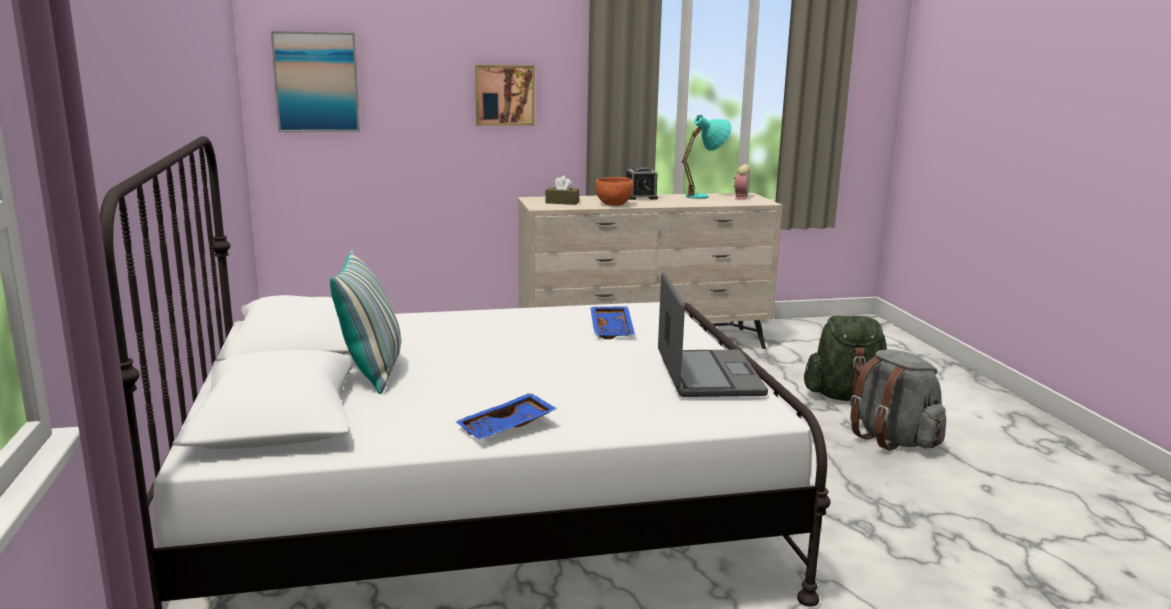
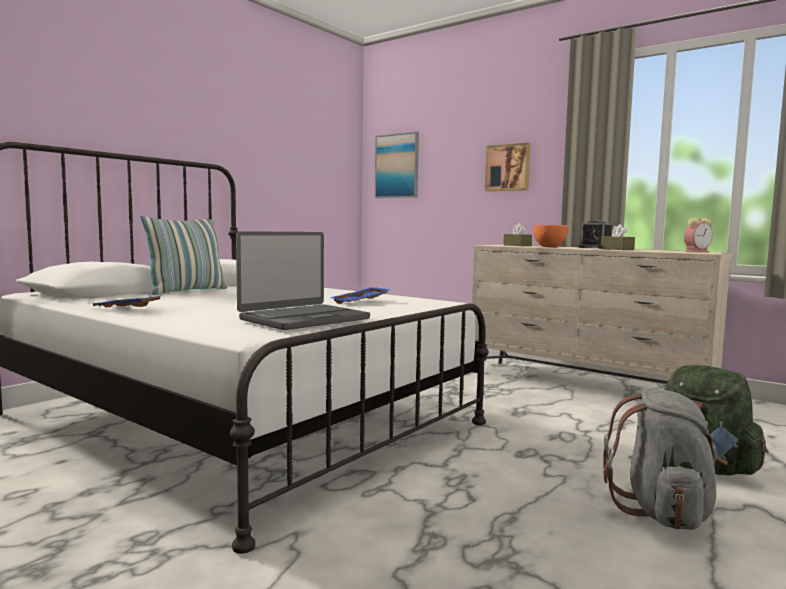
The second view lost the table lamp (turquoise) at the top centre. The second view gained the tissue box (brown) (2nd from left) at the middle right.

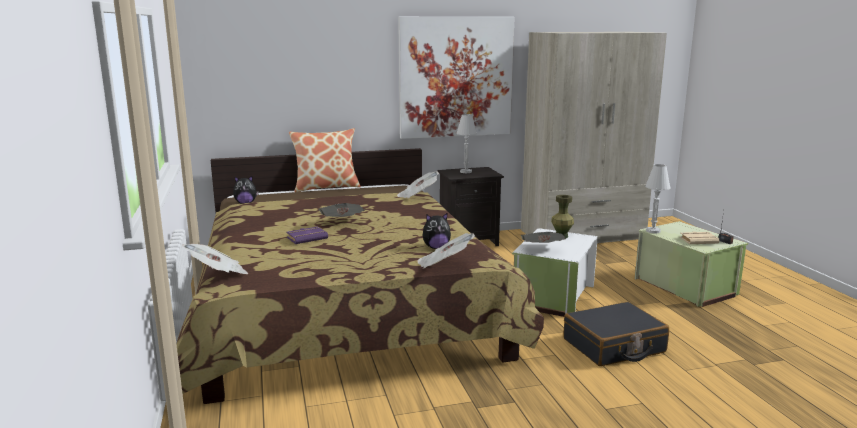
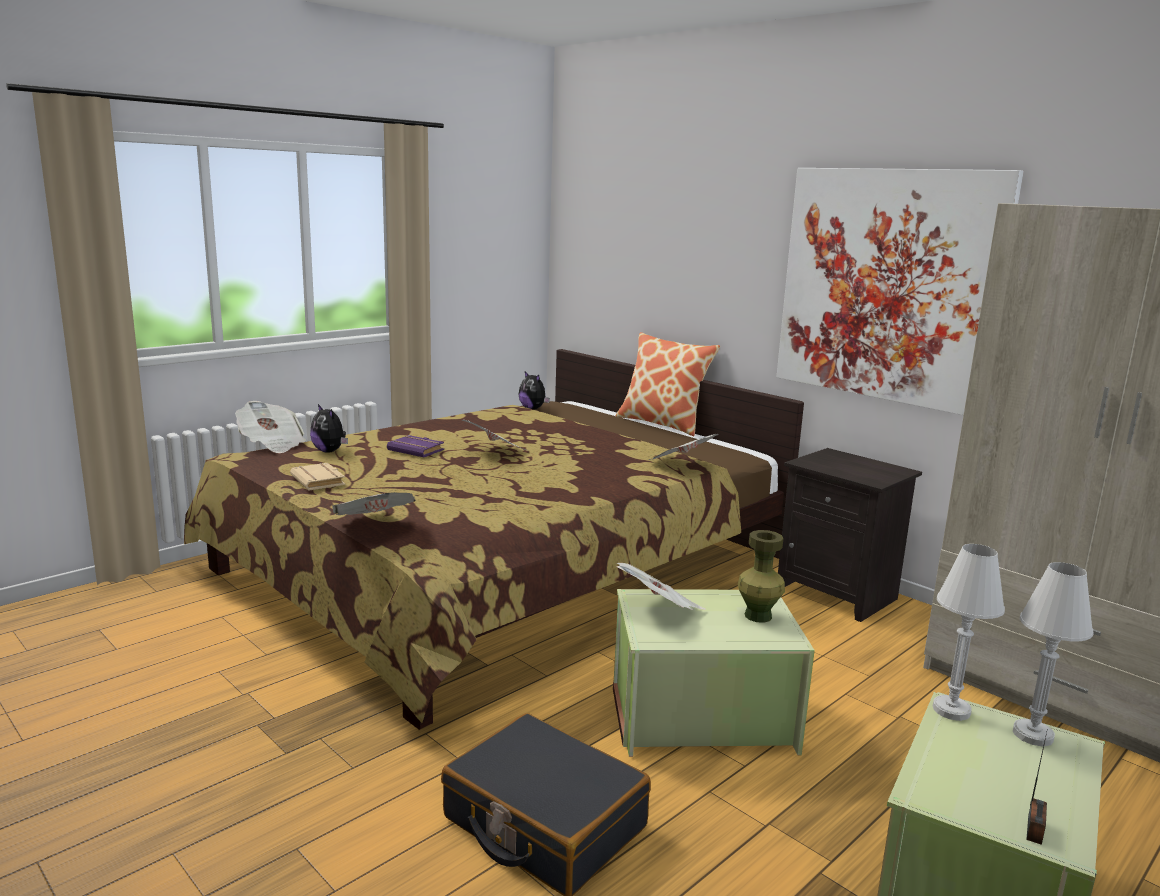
The plush toy (2nd from left in the first image) ended up elsewhere, having gone from the centre to the middle left. The table lamp (white) (1st from left in the first image) ended up elsewhere, having gone from the centre to the bottom right. The book (beige) ended up elsewhere, having gone from the middle right to the middle left. What was the storage box (white) at the centre turned into the storage box (green) (1st from left) at the bottom centre.

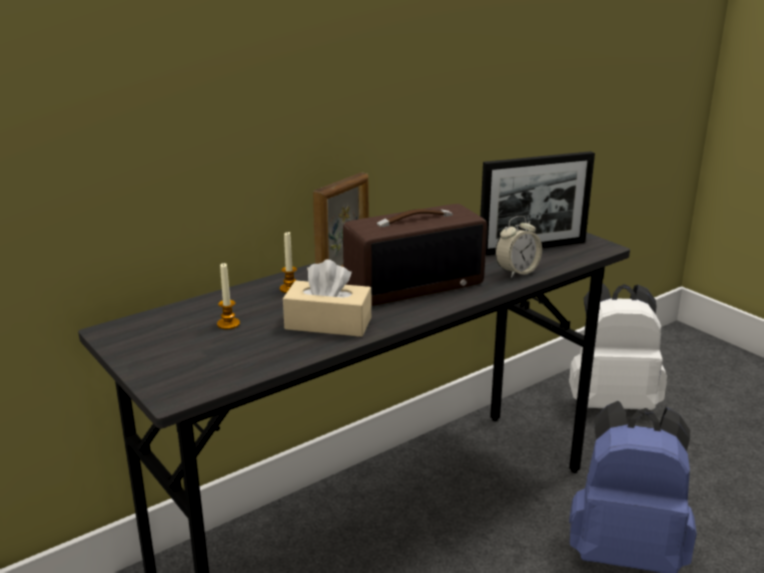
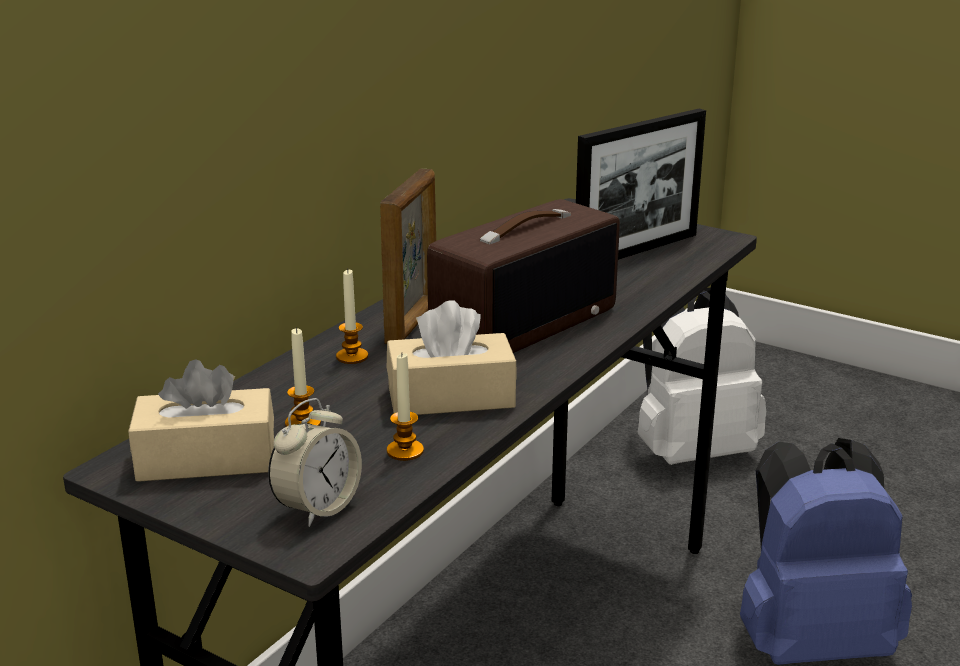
The second view gained the tissue box (beige) (1st from left) at the middle left. The second view gained the candle (3rd from left) at the centre. The alarm clock ended up elsewhere, having gone from the middle right to the bottom left.

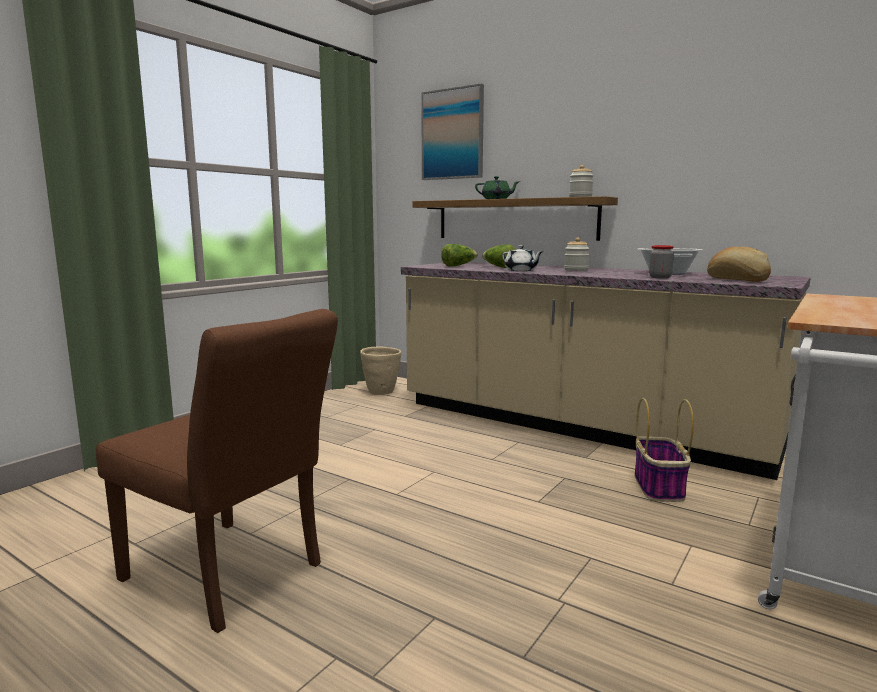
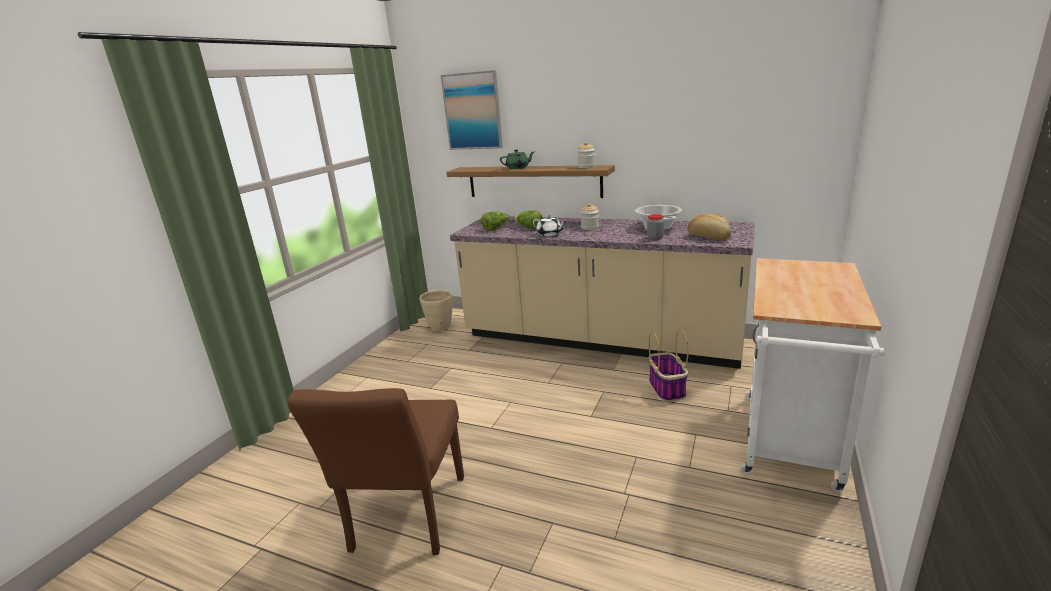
The chair (brown) at the bottom left ended up facing another way, 75 degrees clockwise from before.

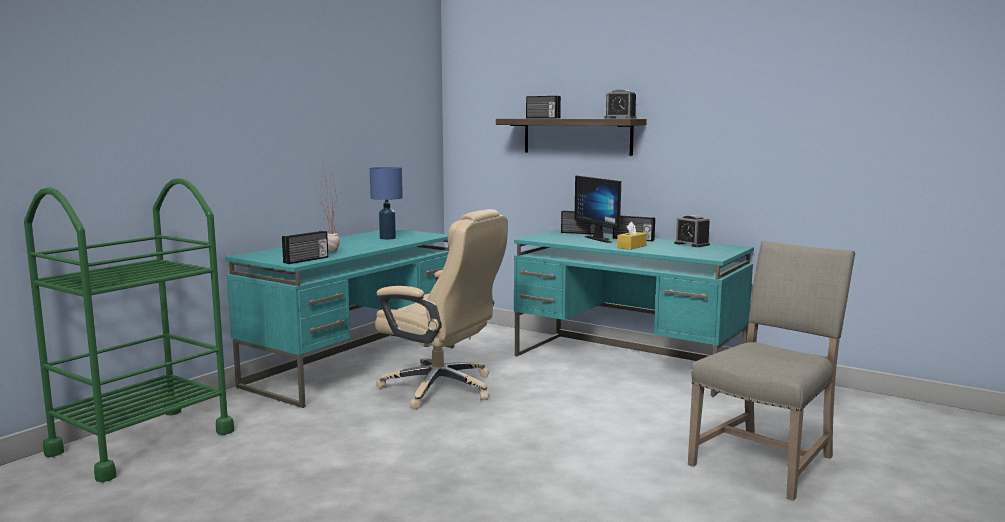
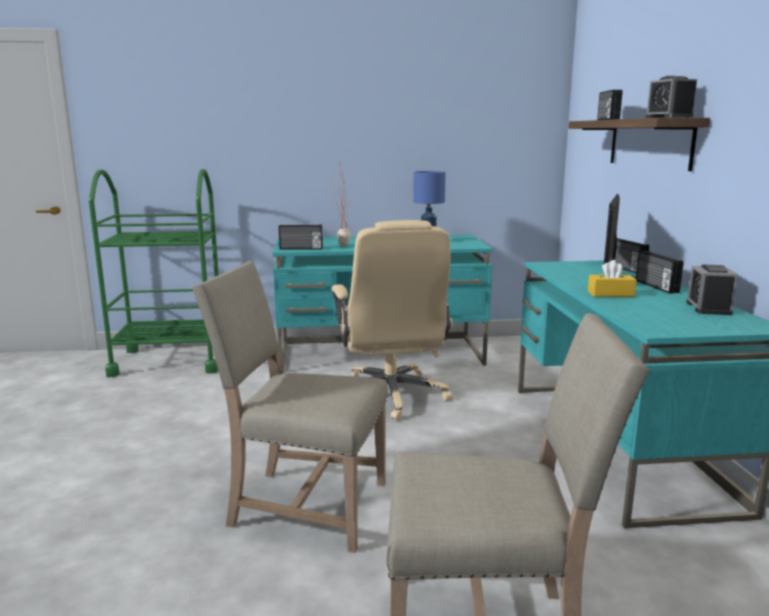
The second view gained the chair (beige) (1st from left) at the centre.

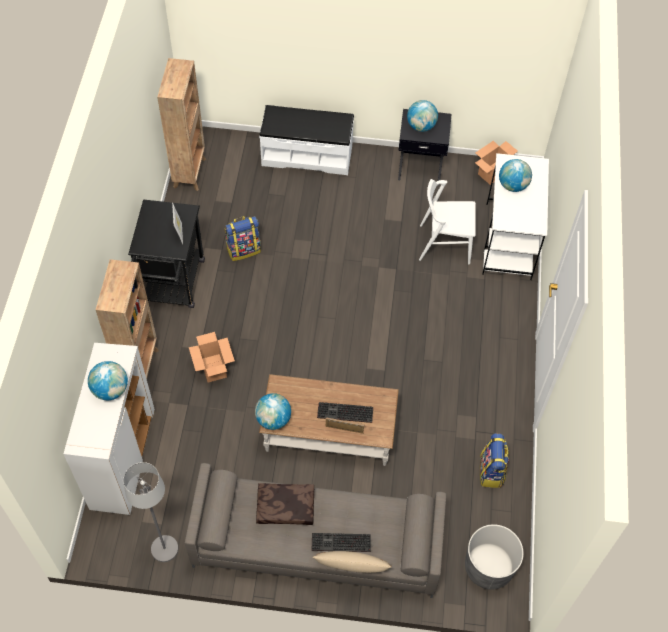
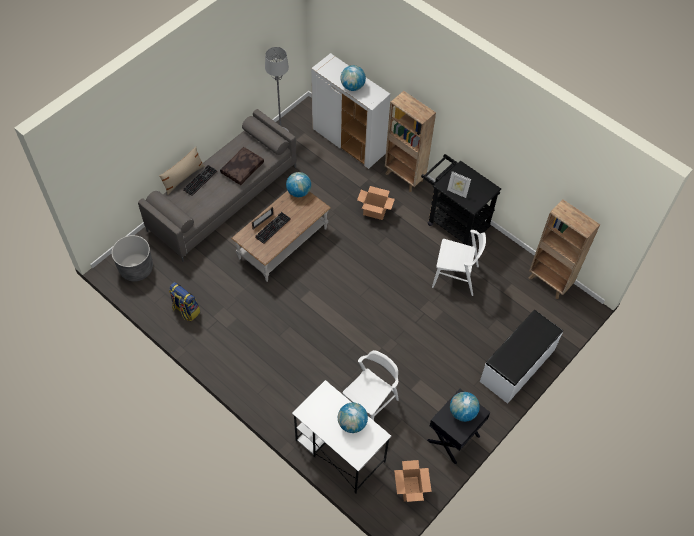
Where the backpack (1st from left) stood at the centre, the chair (white) (2nd from left) came to stand at the centre.

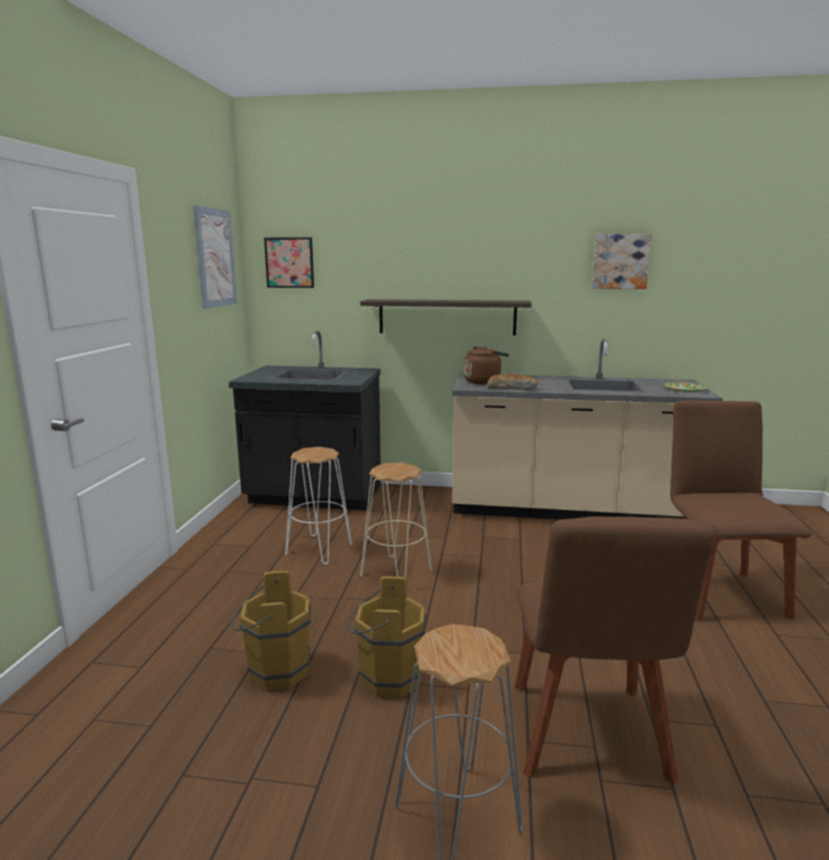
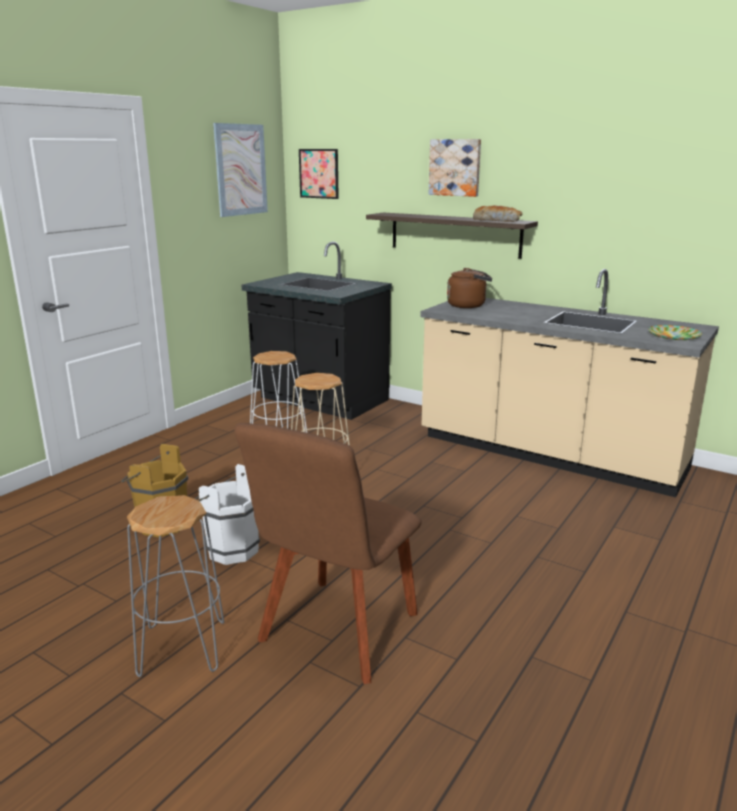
The second view lost the chair (brown) (2nd from left) at the middle right. The bread ended up elsewhere, having gone from the centre to the top right. The picture (3rd from left) ended up elsewhere, having gone from the top right to the top centre. What was the bucket (brown) (2nd from left) at the bottom centre turned into the bucket (white) at the middle left.

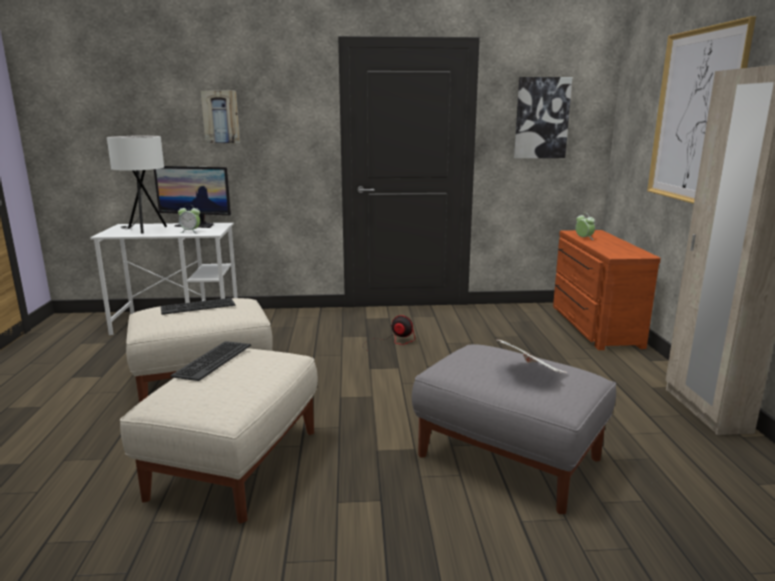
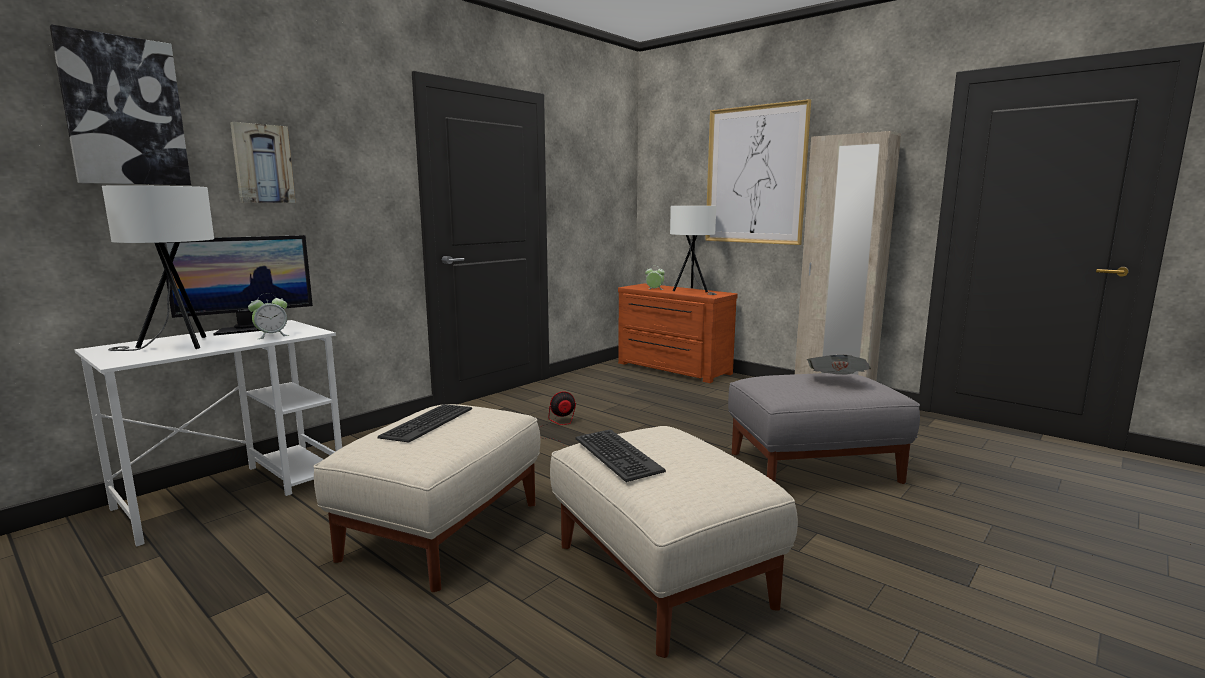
The second view gained the table lamp (white) (2nd from left) at the centre. The picture (2nd from left in the first image) ended up elsewhere, having gone from the top right to the top left.

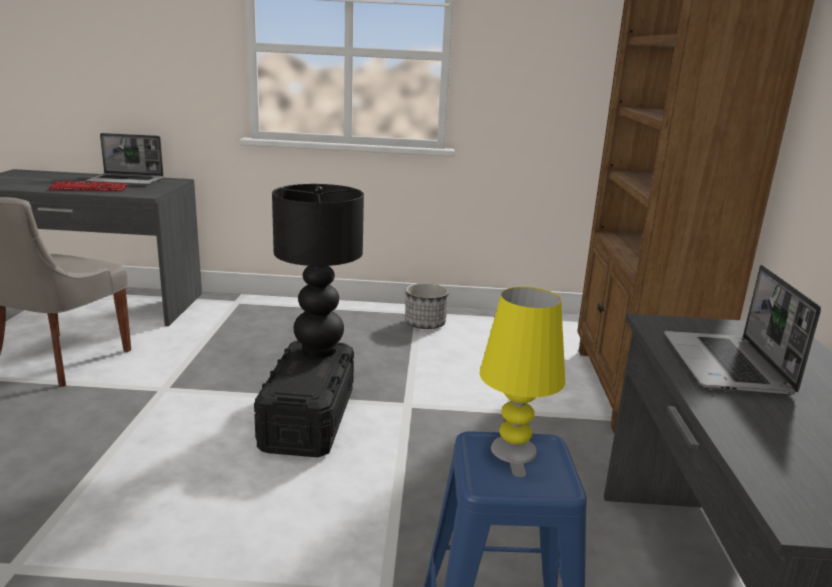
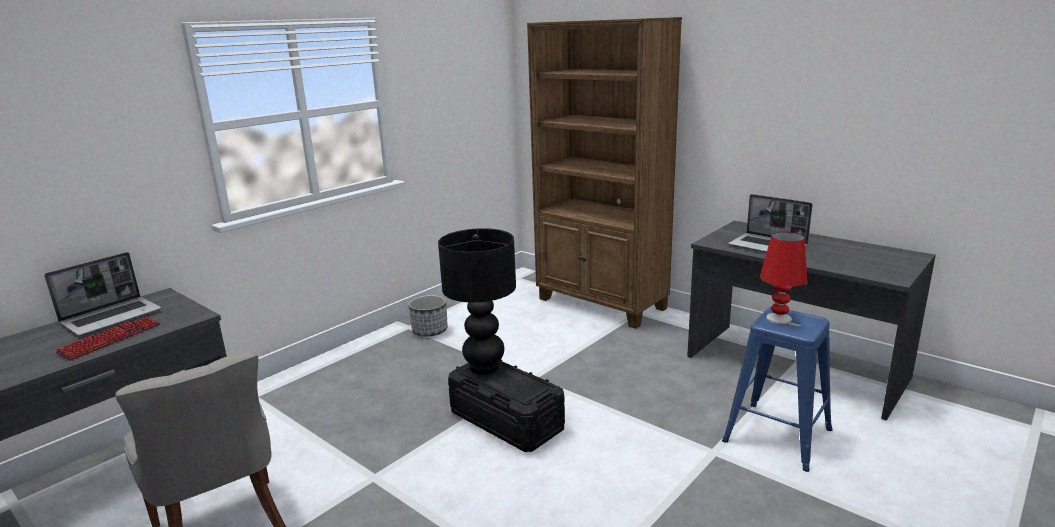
What was the table lamp (yellow) at the centre turned into the table lamp (red) at the middle right.

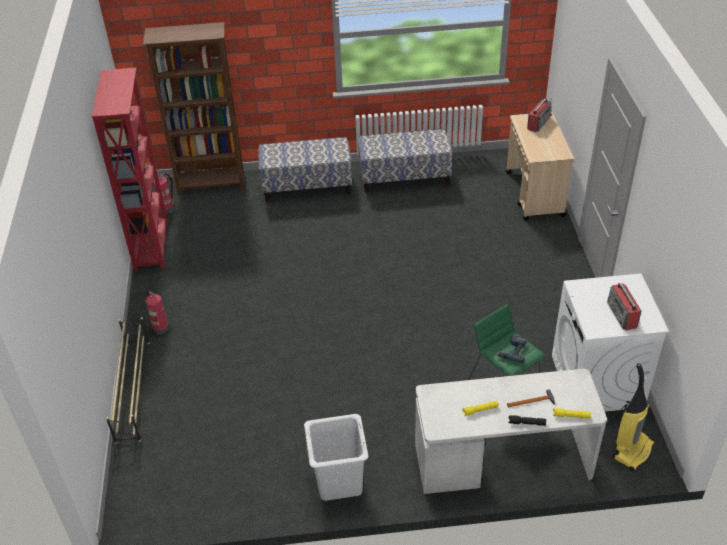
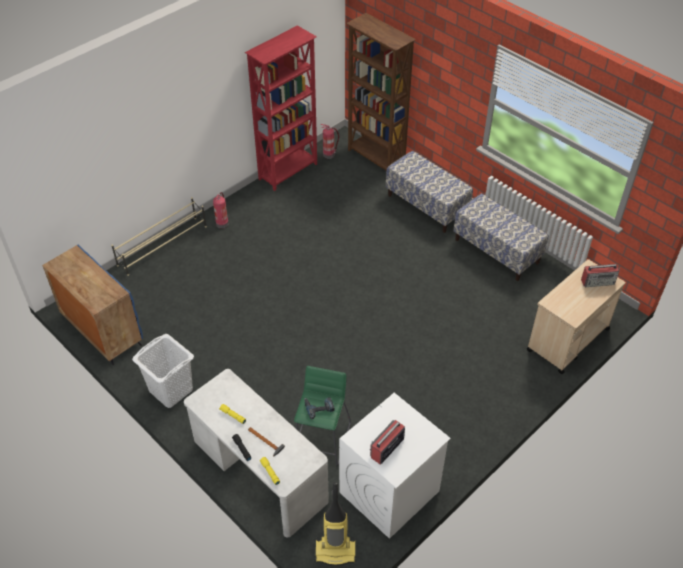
The second view gained the cabinet (blue) at the middle left.

